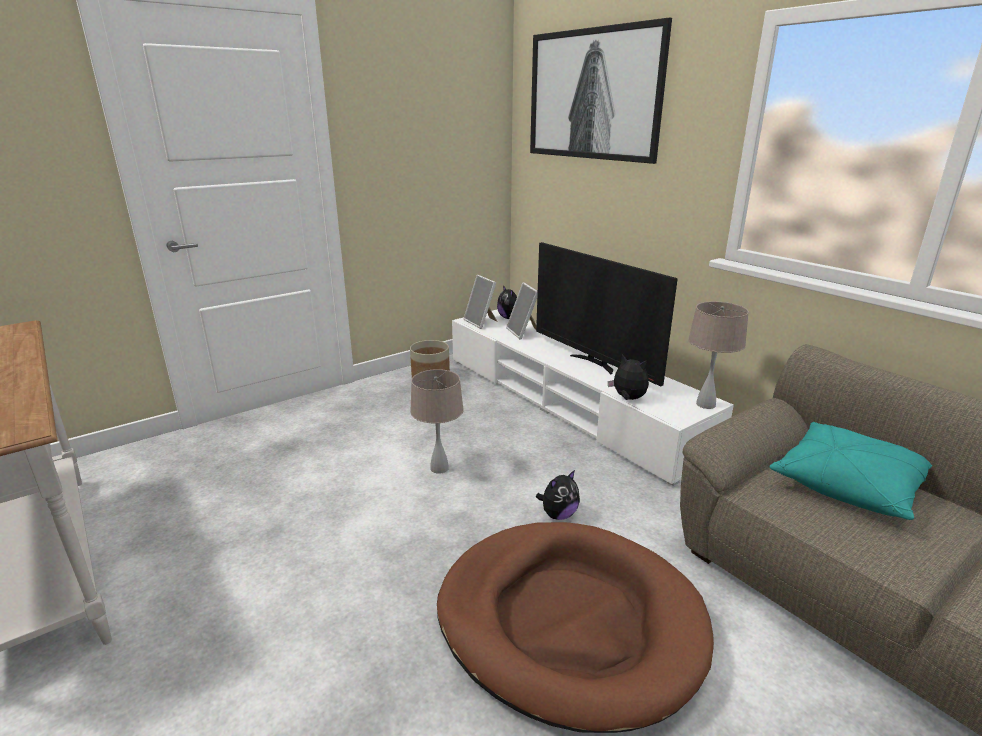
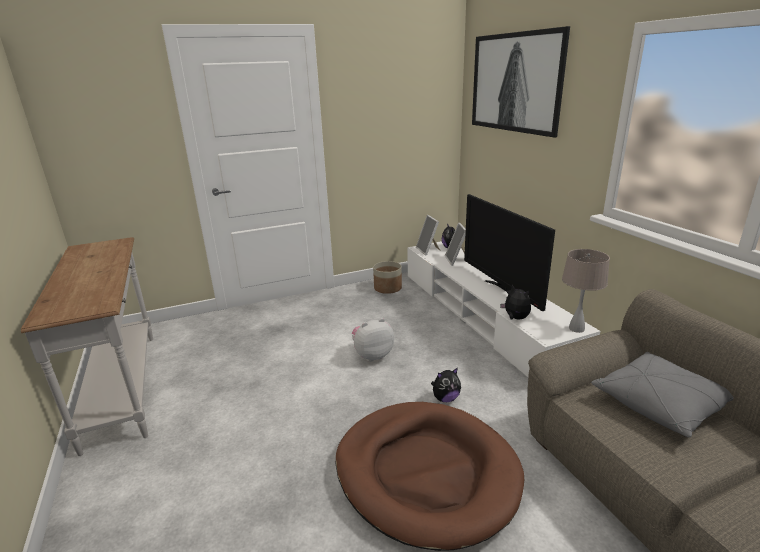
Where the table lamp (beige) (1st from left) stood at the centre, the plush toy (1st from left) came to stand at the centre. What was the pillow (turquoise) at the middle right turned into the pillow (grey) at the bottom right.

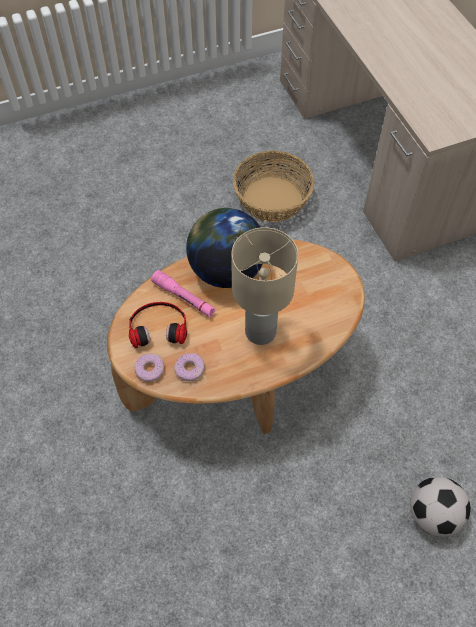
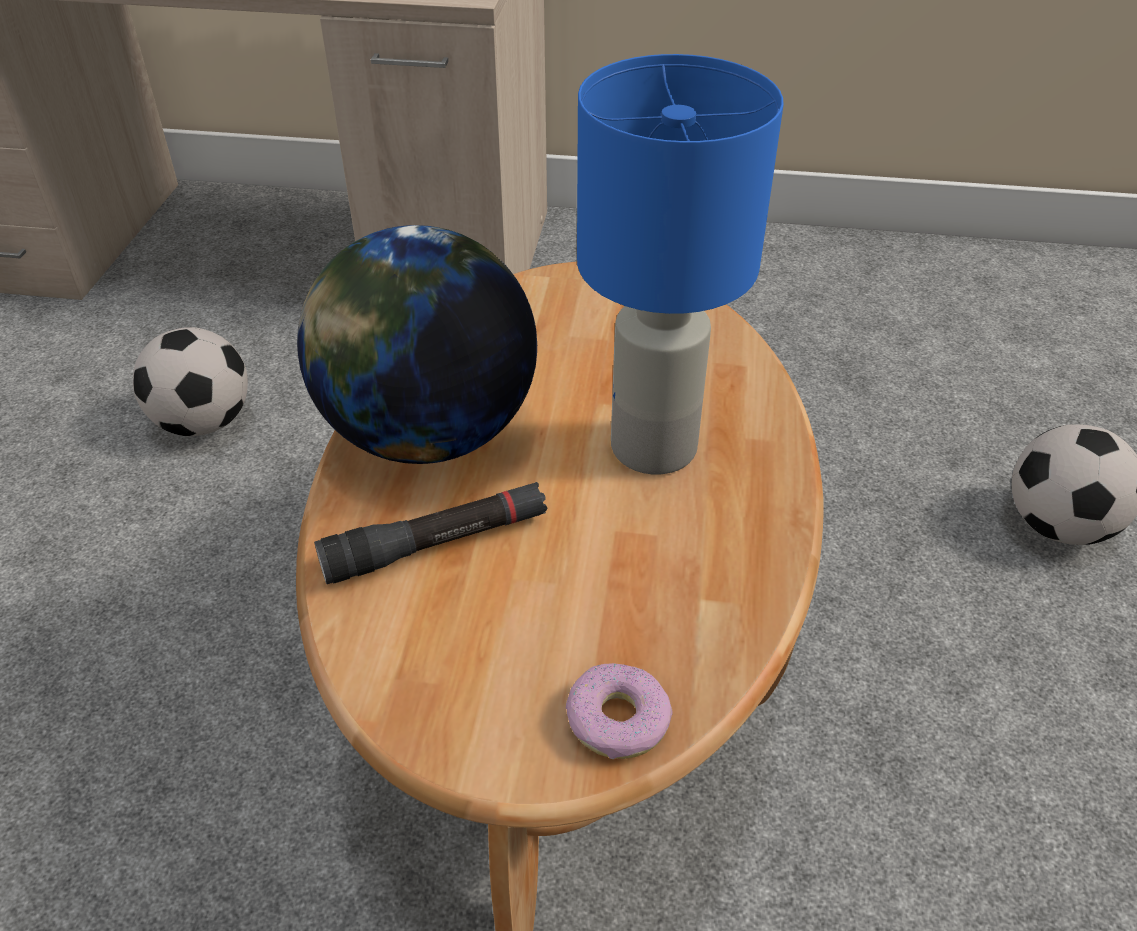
The second view lost the headphones at the middle left. The second view lost the donut (2nd from left) at the centre. Where the basket stood at the top centre, the football (1st from left) came to stand at the middle left. What was the flashlight (pink) at the centre turned into the flashlight (black) at the centre. What was the table lamp (beige) at the centre turned into the table lamp (blue) at the top centre.

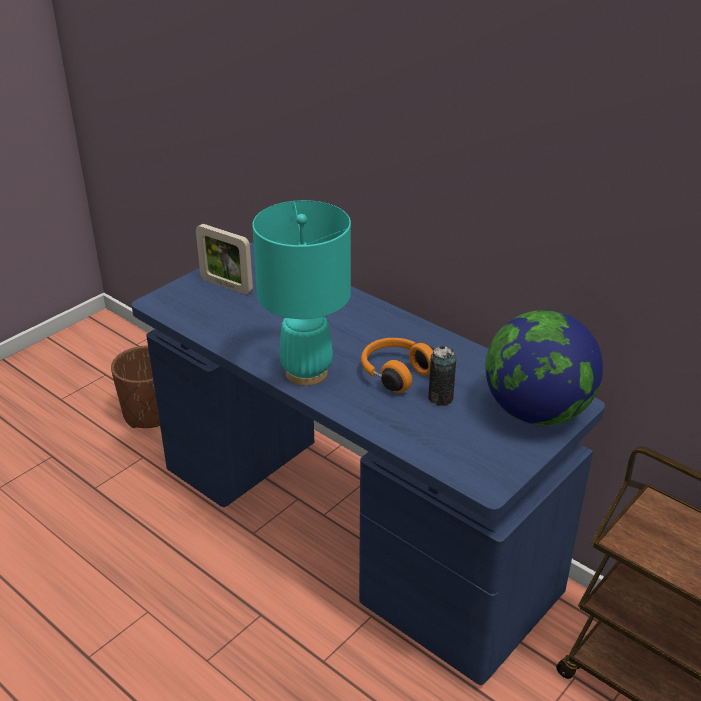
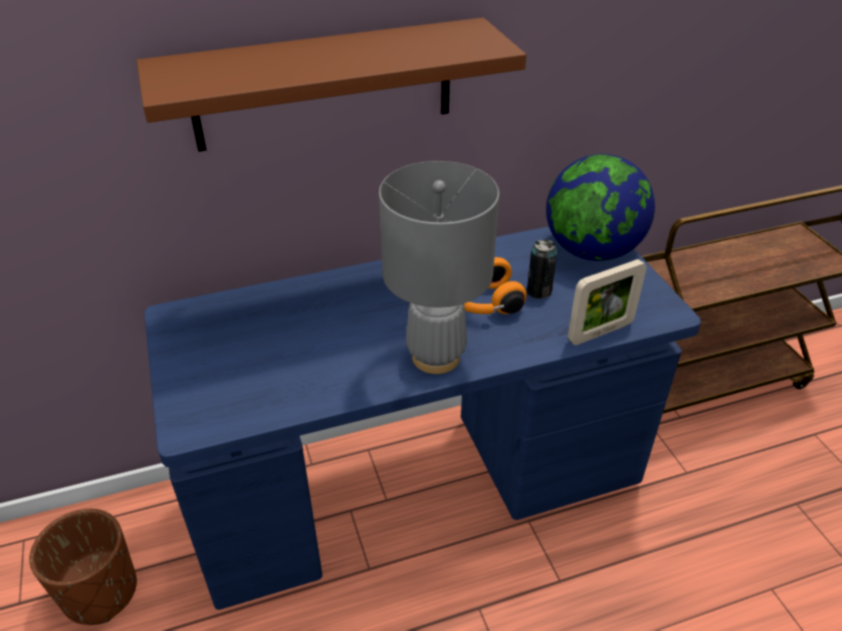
The second view gained the shelf (brown) at the top centre. The picture frame ended up elsewhere, having gone from the middle left to the middle right. What was the table lamp (turquoise) at the centre turned into the table lamp (grey) at the centre.

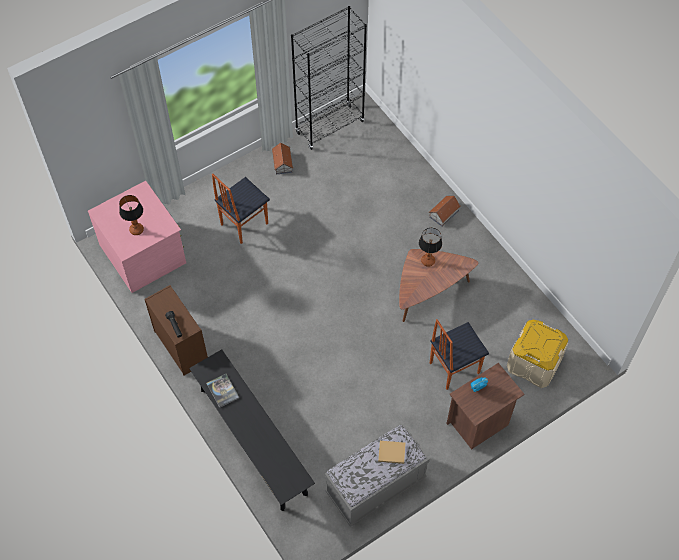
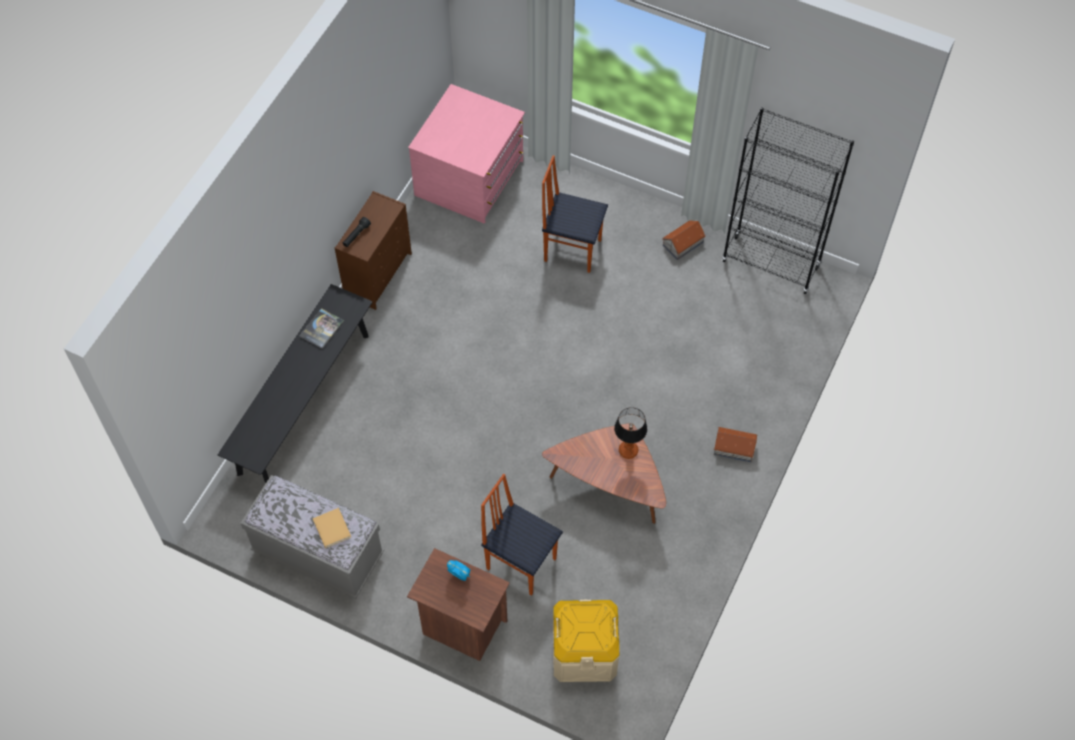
The second view lost the table lamp (1st from left) at the middle left.

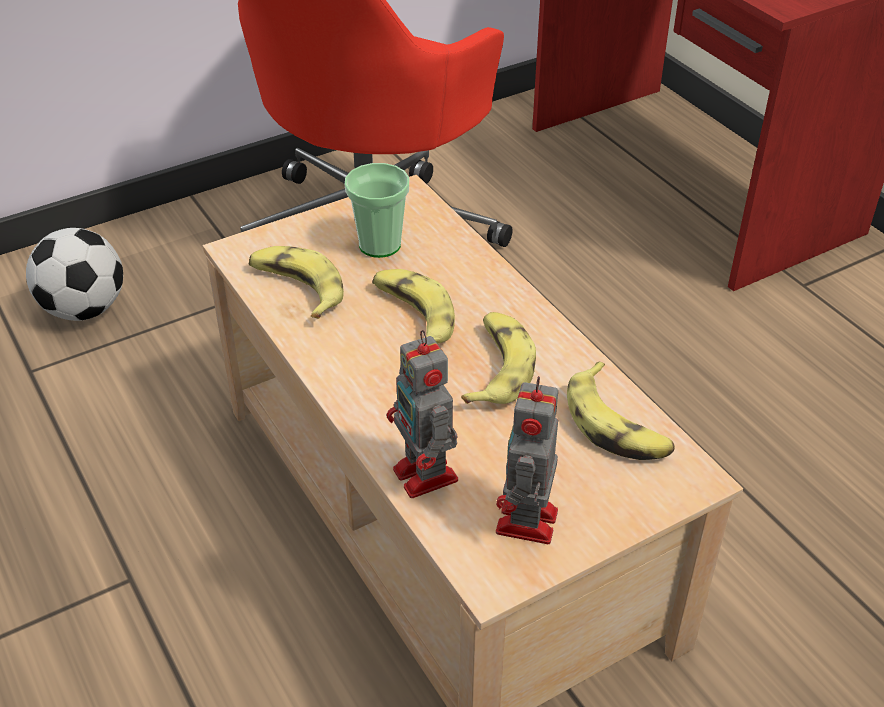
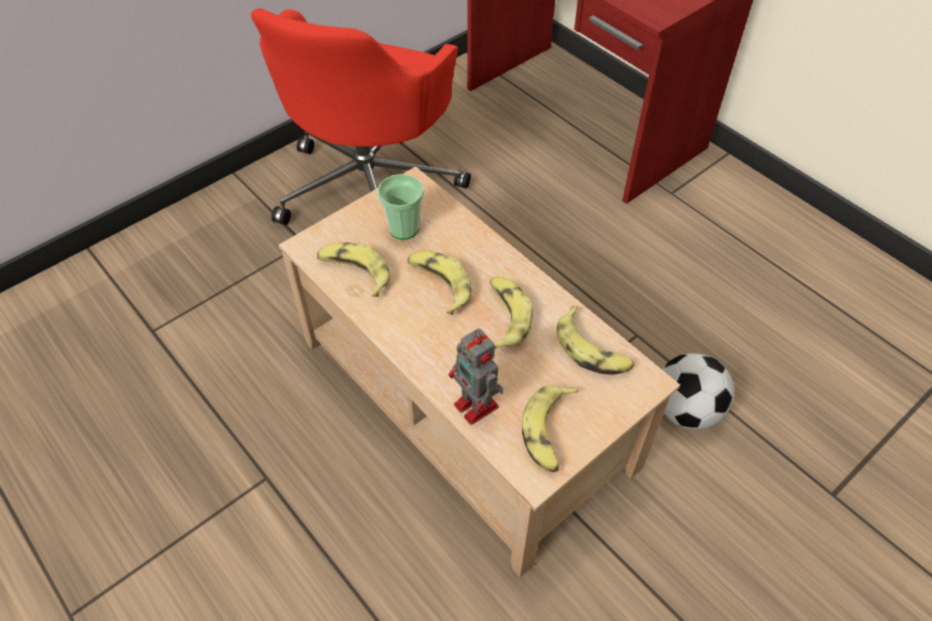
The football ended up elsewhere, having gone from the middle left to the middle right. Where the toy robot (2nd from left) stood at the centre, the banana (4th from left) came to stand at the bottom centre.

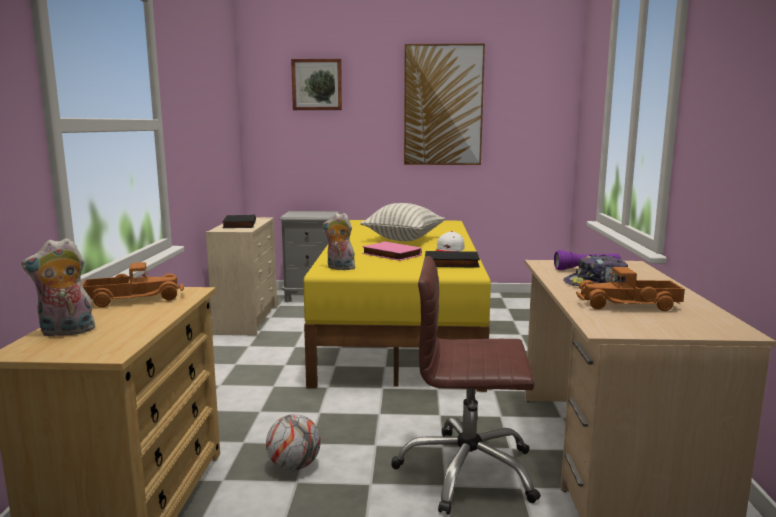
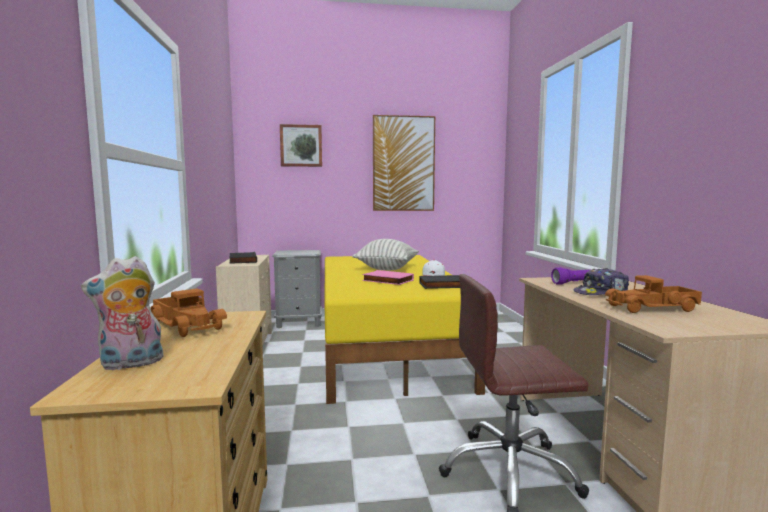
The second view lost the football at the bottom centre. The second view lost the plush toy (2nd from left) at the centre. The toy truck (1st from left) at the middle left ended up facing another way, 75 degrees clockwise from before.

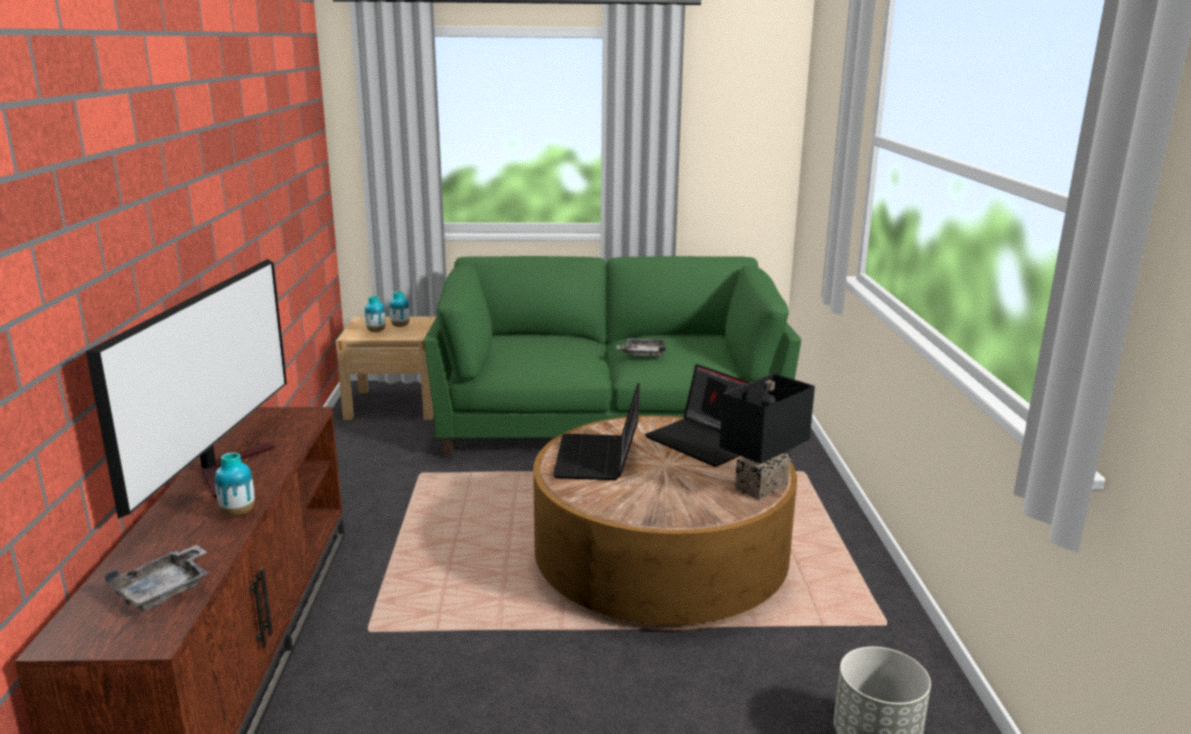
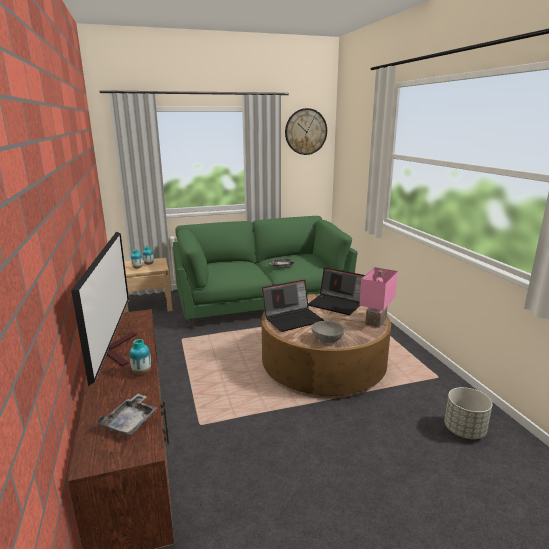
The second view gained the wall clock at the top centre. The second view gained the bowl (grey) at the centre. What was the table lamp (black) at the centre turned into the table lamp (pink) at the middle right. The laptop (1st from left) at the centre ended up facing another way, 105 degrees counterclockwise from before.

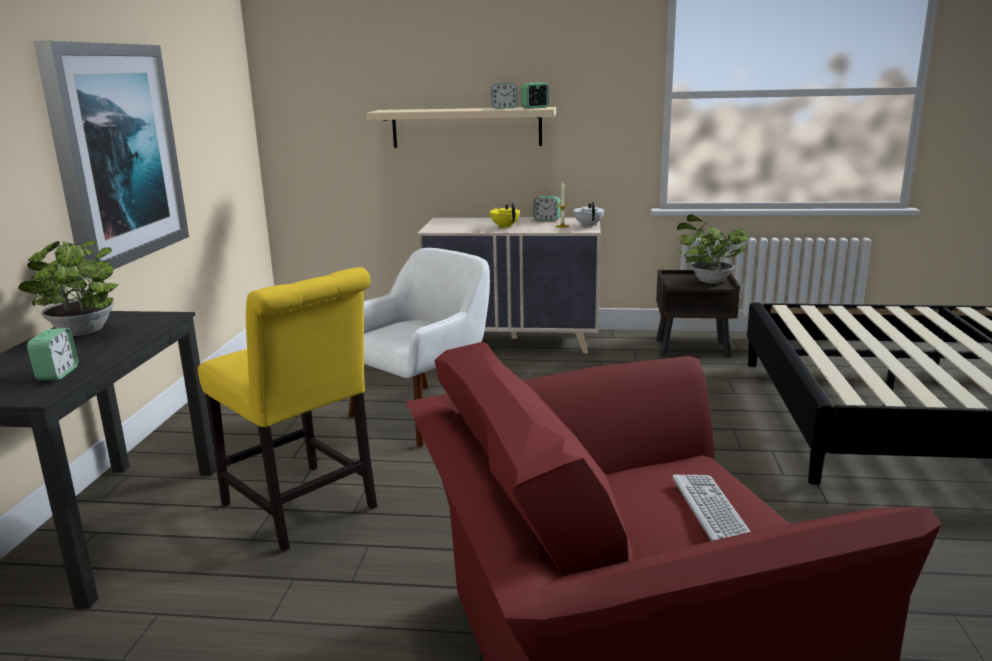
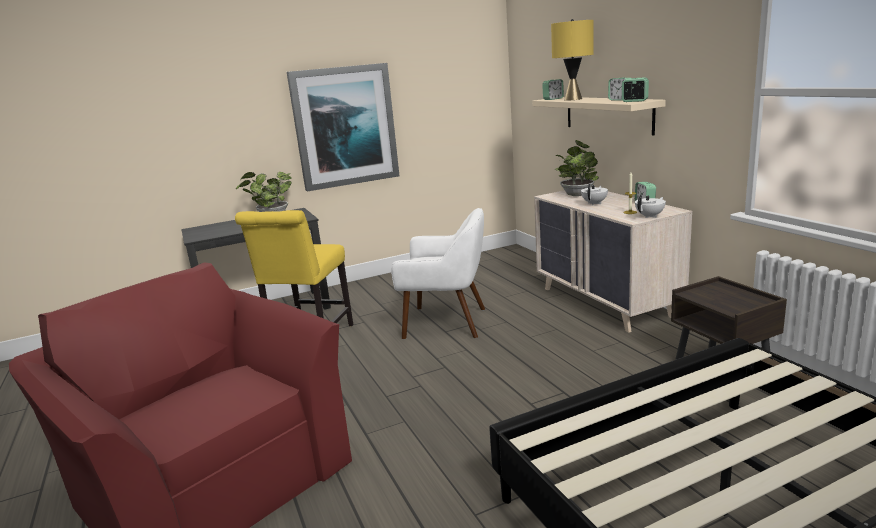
The second view lost the keyboard at the bottom right. The second view gained the table lamp (yellow) at the top centre. The alarm clock (1st from left) ended up elsewhere, having gone from the middle left to the top centre. The potted plant (2nd from left) ended up elsewhere, having gone from the middle right to the top centre. What was the teapot (yellow) at the top centre turned into the teapot (white) (1st from left) at the middle right.

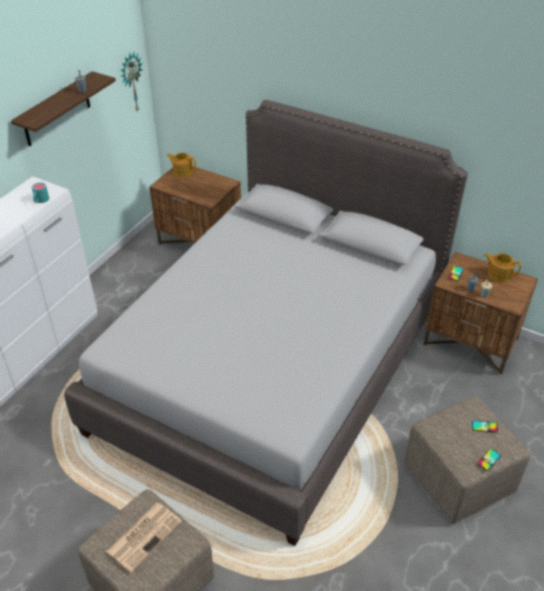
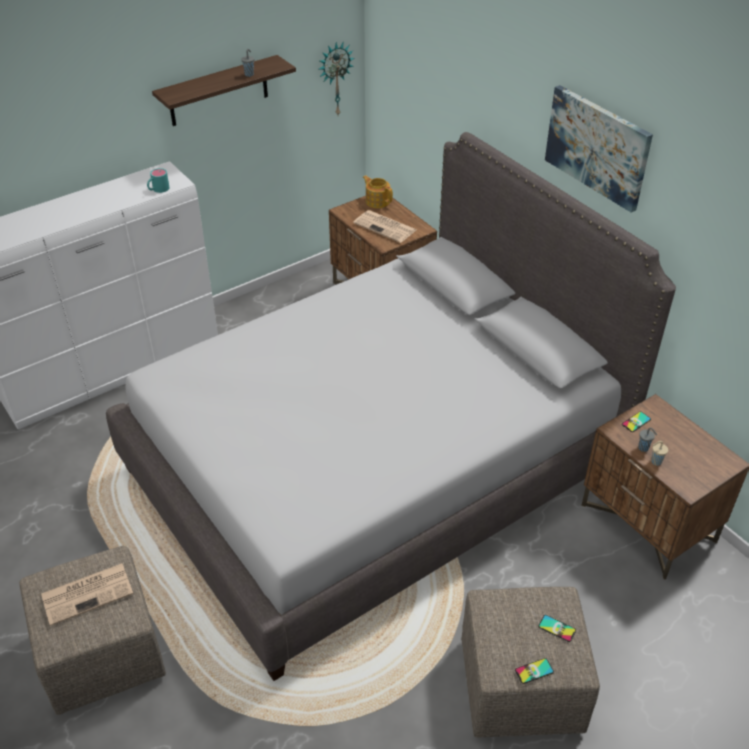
The second view lost the teapot (2nd from left) at the middle right. The second view gained the newspaper (2nd from left) at the top centre. The second view gained the picture at the top right.

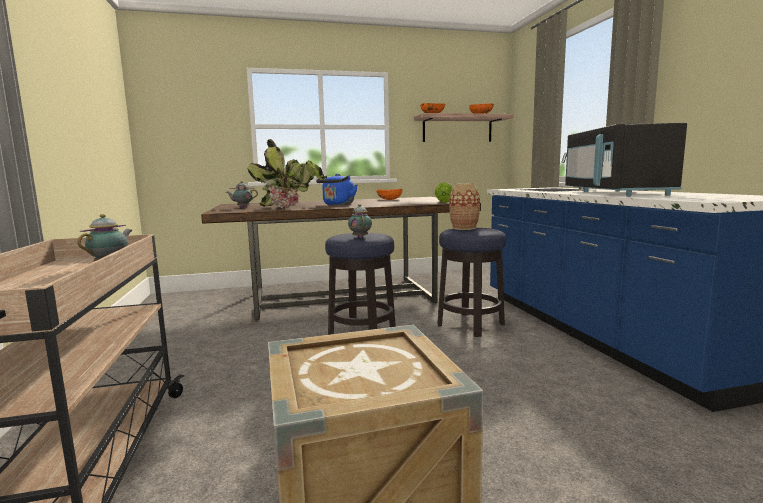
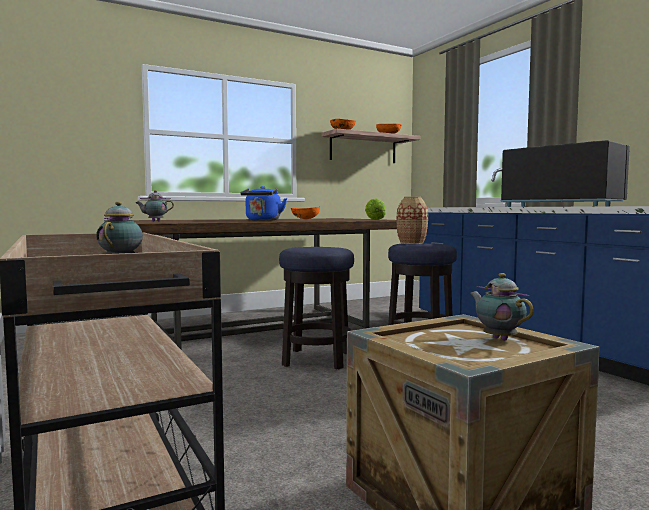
The second view lost the potted plant at the centre. The teapot (3rd from left) ended up elsewhere, having gone from the centre to the middle right. The microwave (black) at the top right ended up facing another way, 150 degrees clockwise from before.

